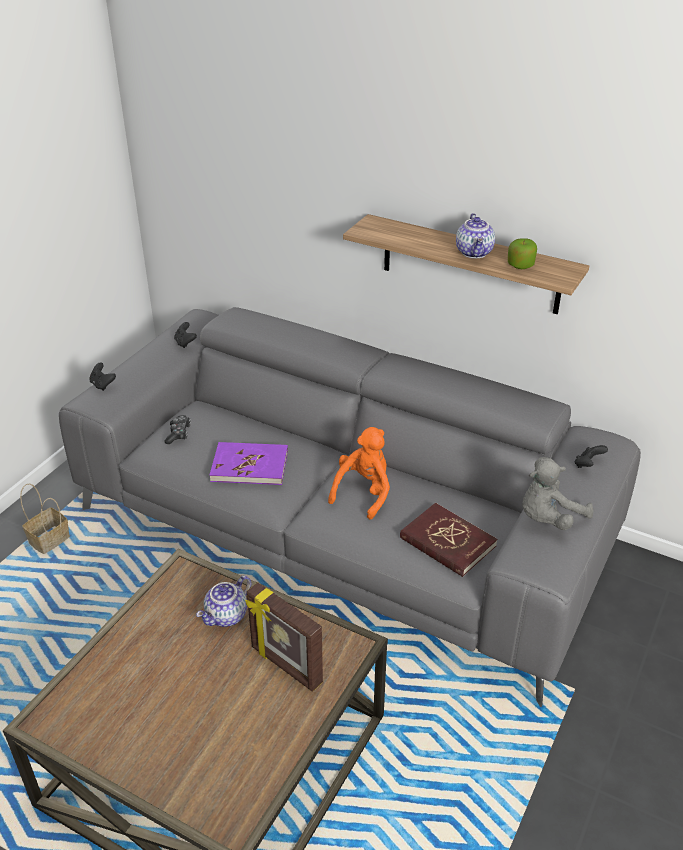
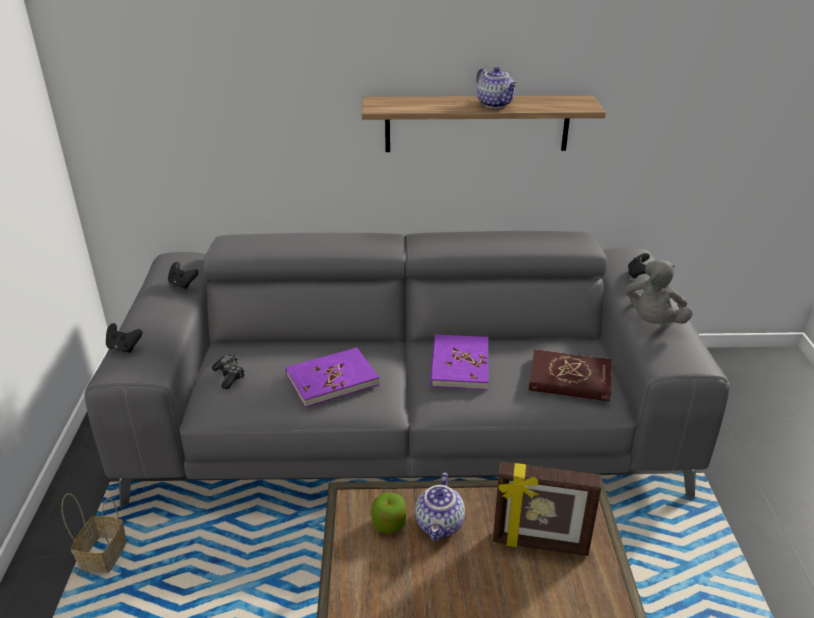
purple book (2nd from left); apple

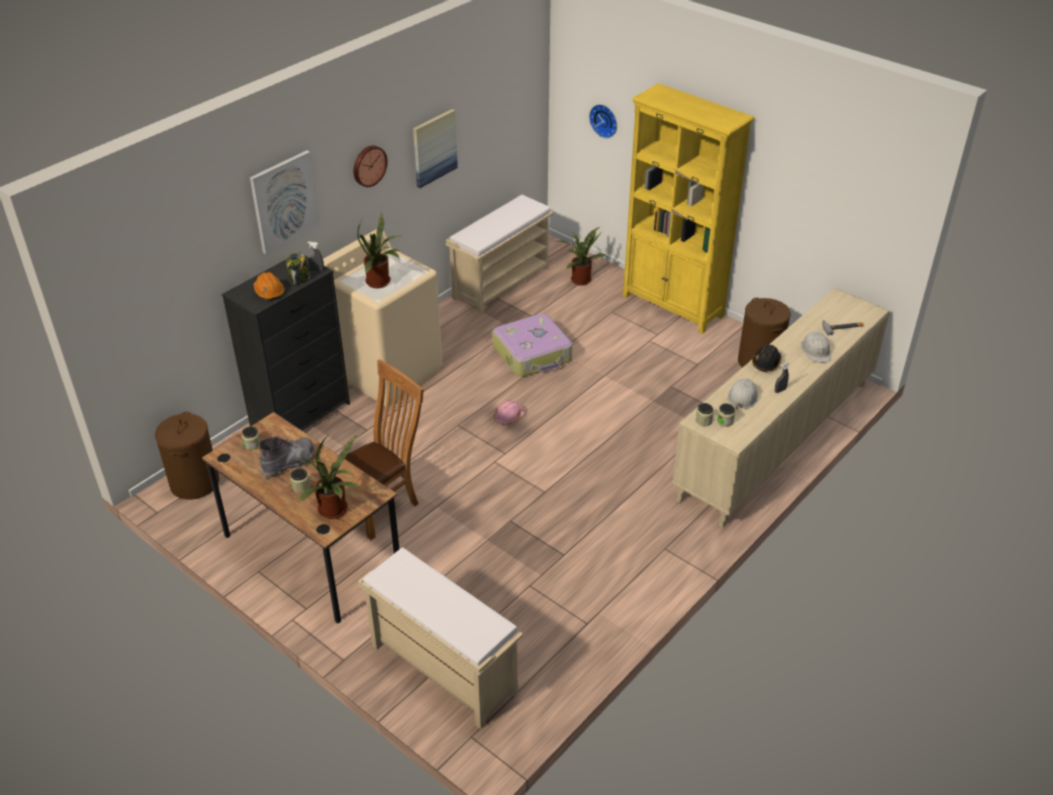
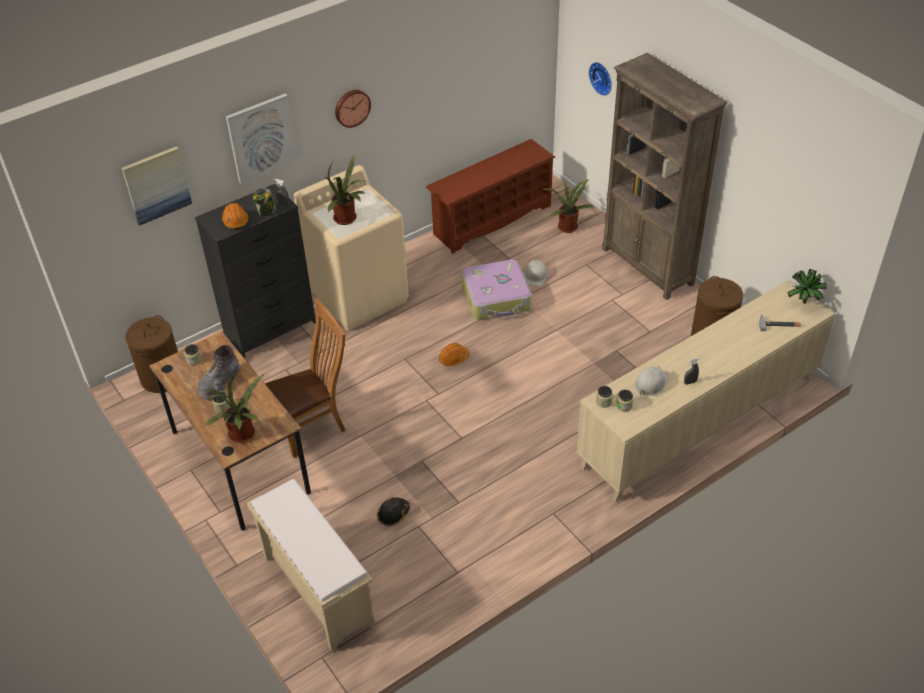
grey boot; picture (1st from left); brown shoe rack; orange hard hat (2nd from left); brown bookcase; black hard hat; white hard hat (1st from left); potted plant (4th from left)

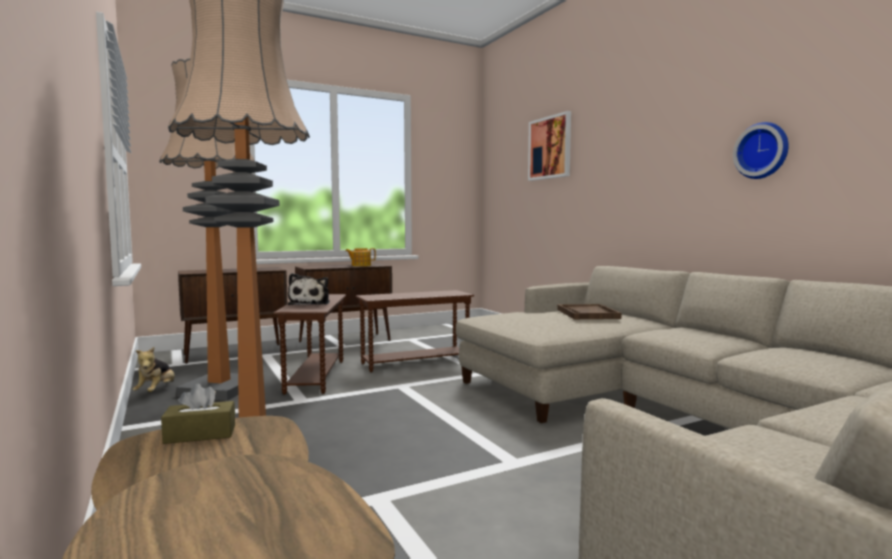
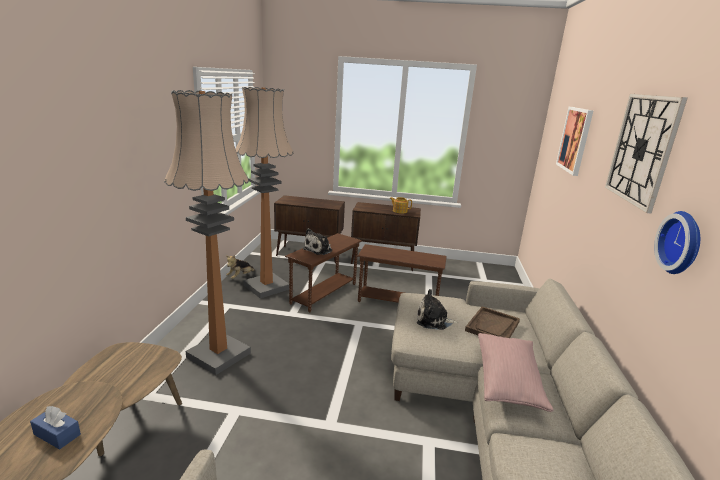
brown tissue box; blue tissue box; plush toy (3rd from left); pink pillow; wall clock (1st from left)

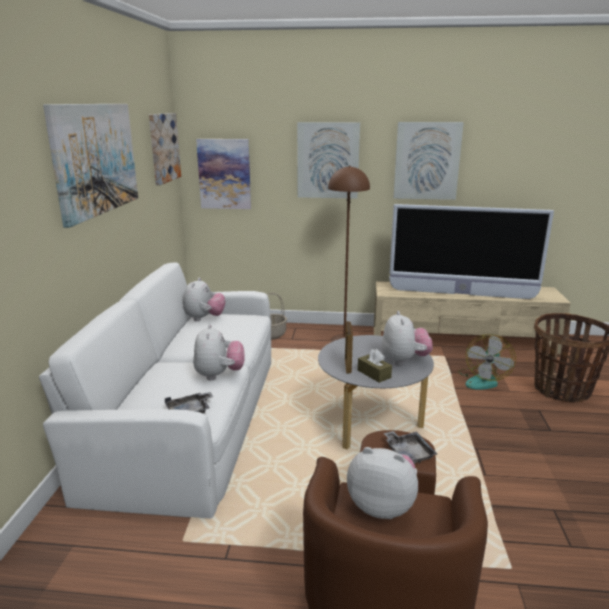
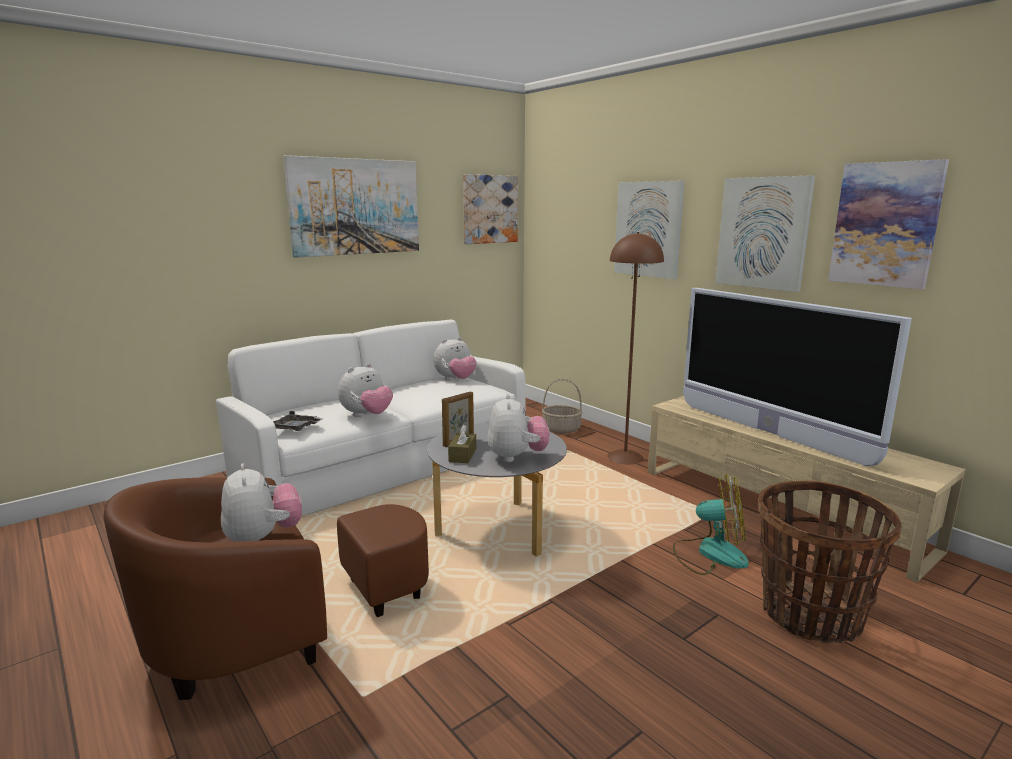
picture (5th from left); plush toy (4th from left); grey tray (2nd from left in the first image); fan

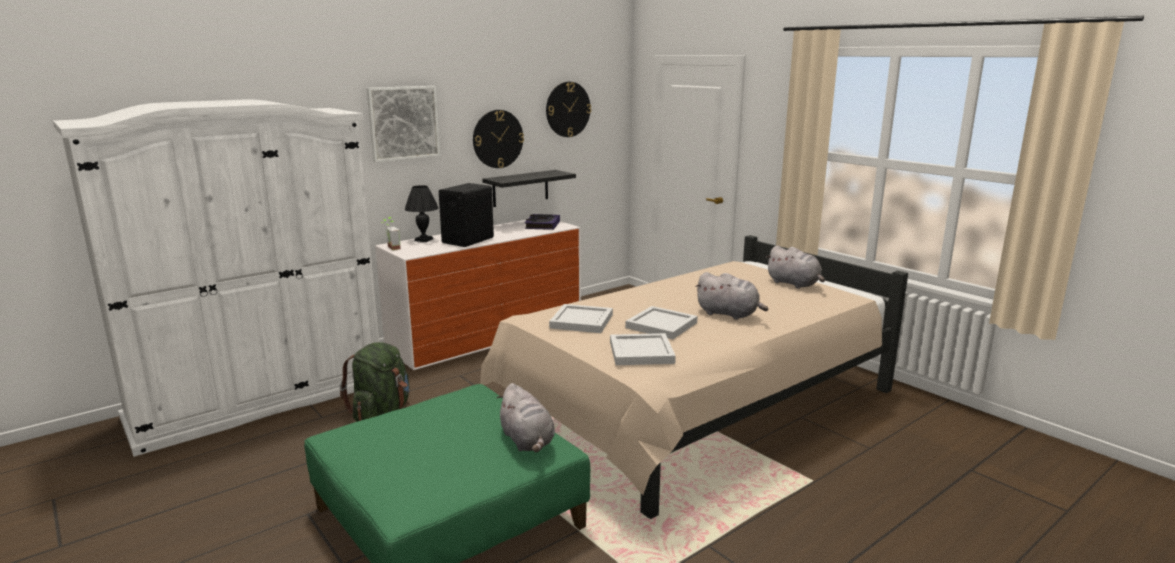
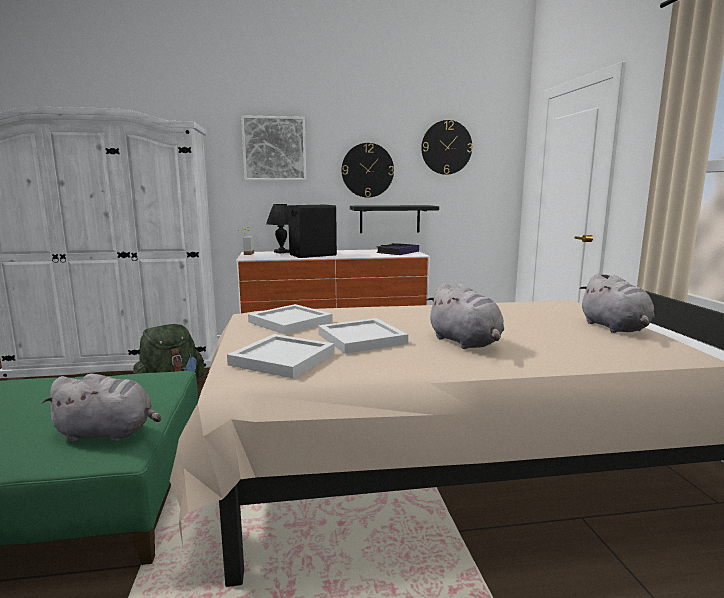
grey plush toy (1st from left)

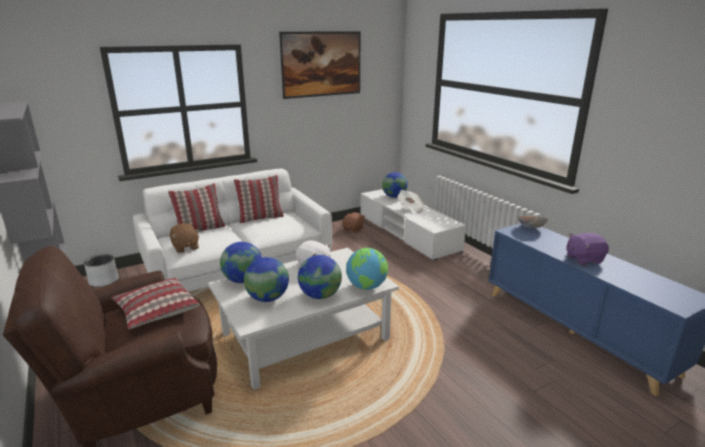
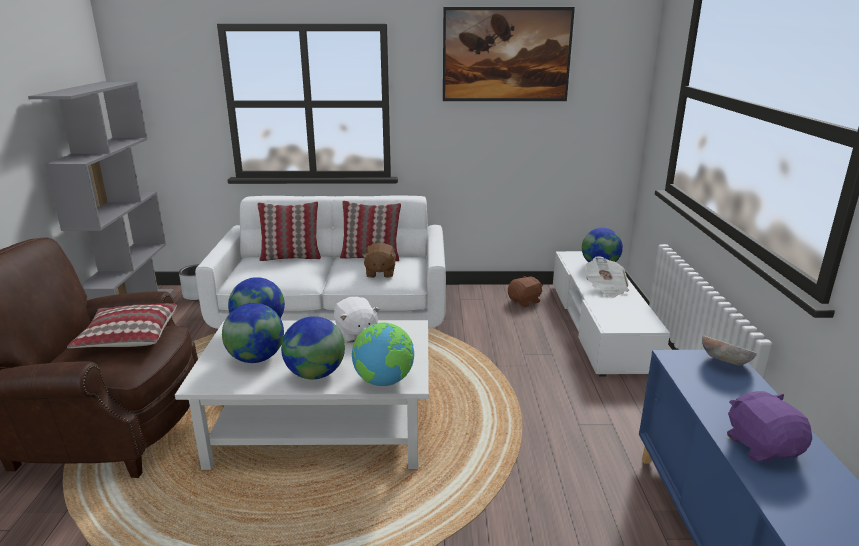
brown plush toy (1st from left); purple plush toy

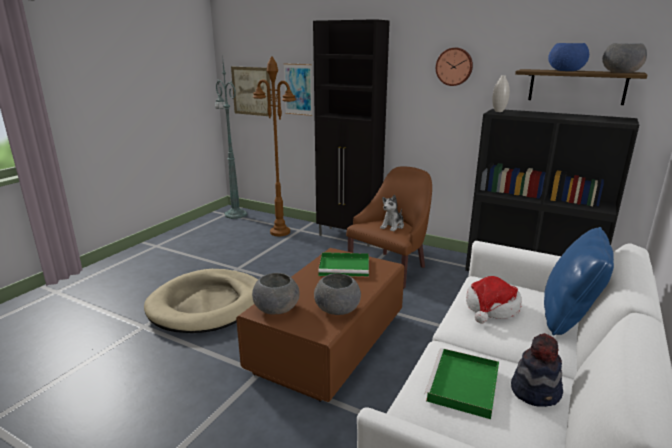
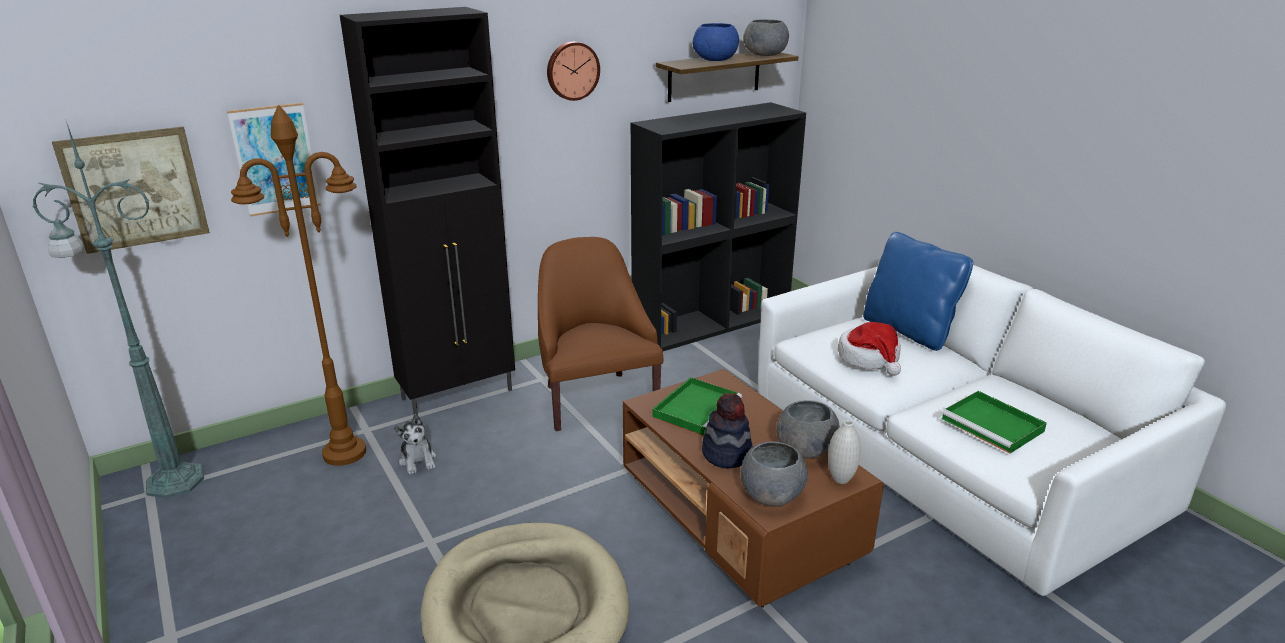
plush toy; white vase; hat (1st from left)

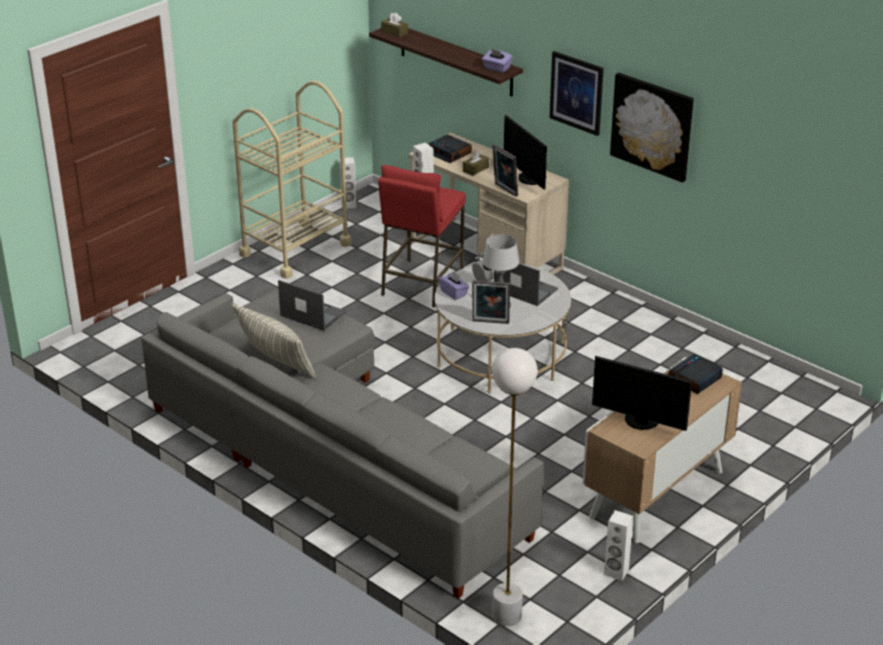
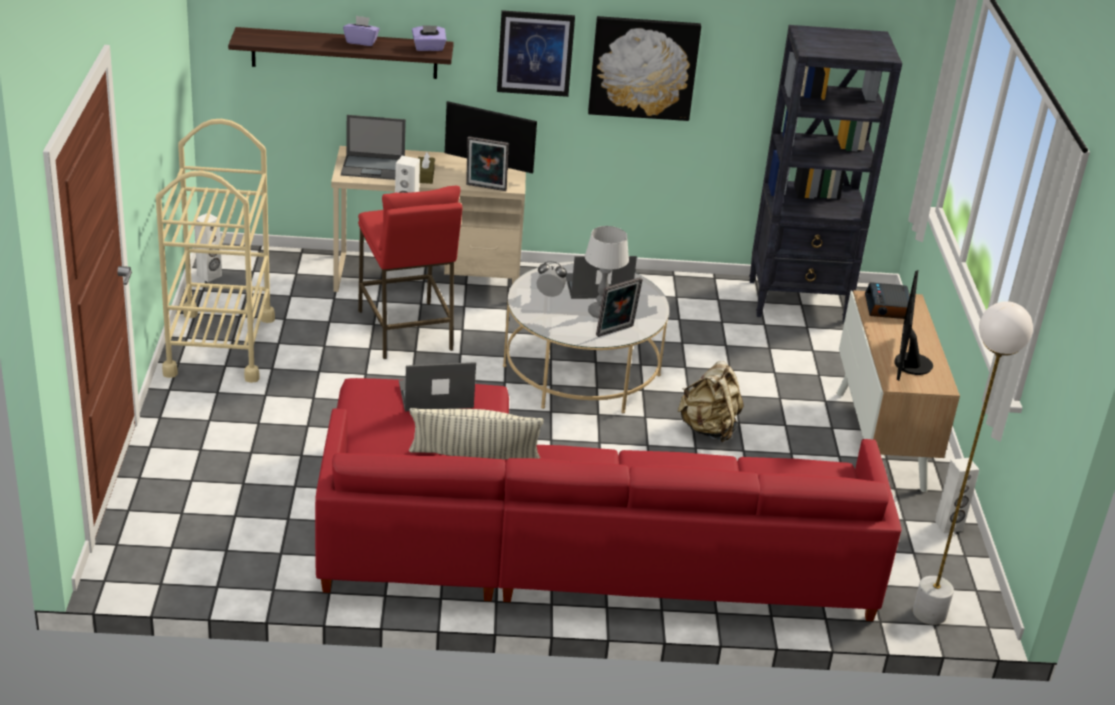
red sofa; brown tissue box (1st from left in the first image); laptop (1st from left); purple tissue box (1st from left); monitor (2nd from left); beige backpack; black bookcase

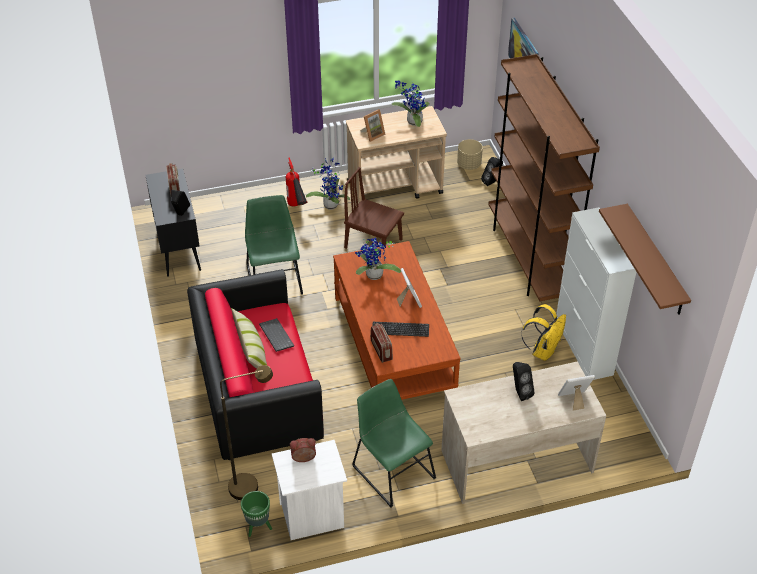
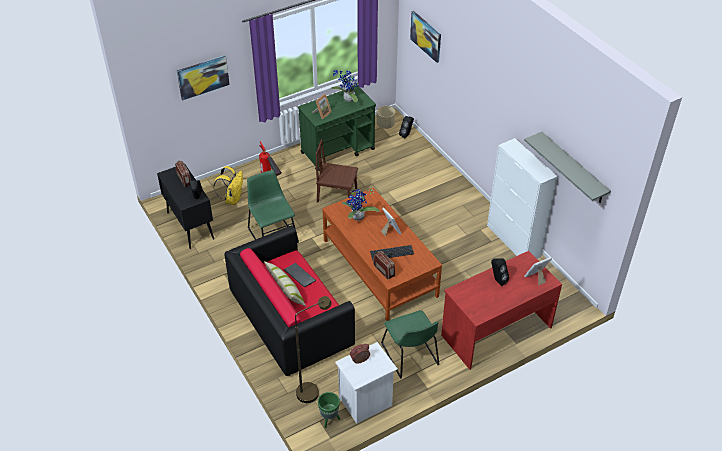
potted plant (1st from left in the first image); green cart; green chair (2nd from left); red desk; brown bookcase; yellow backpack; grey shelf; picture (1st from left)

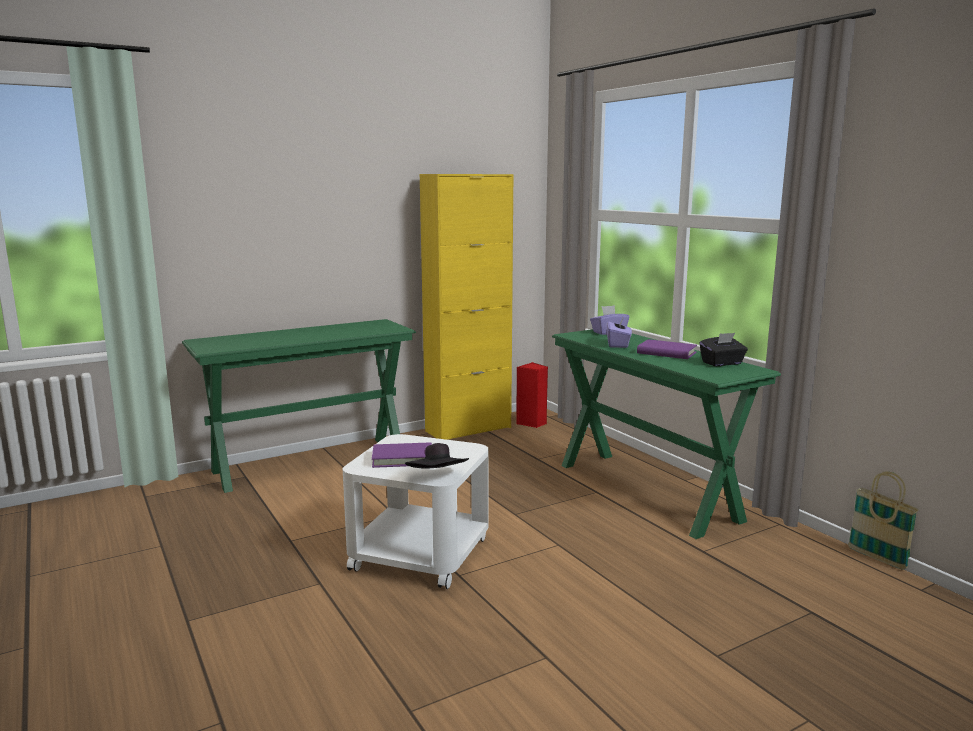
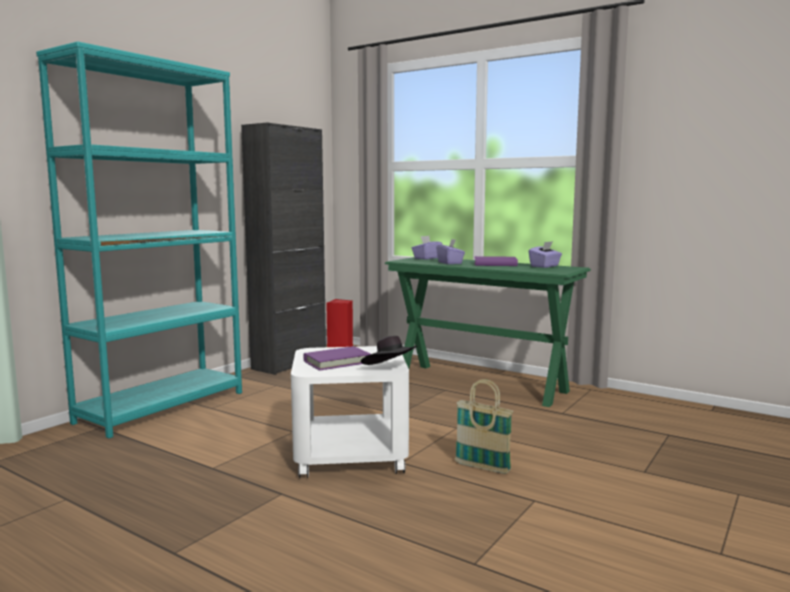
turquoise bookcase; black cabinet; purple tissue box (3rd from left); basket

